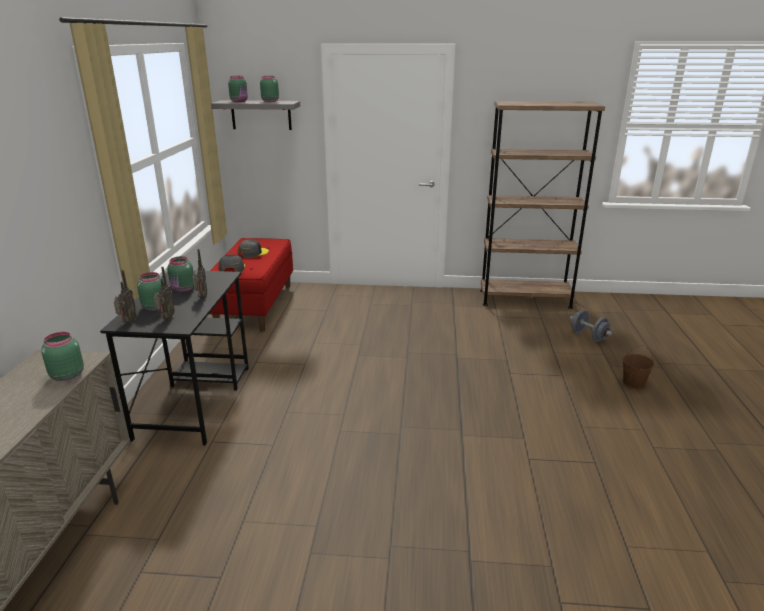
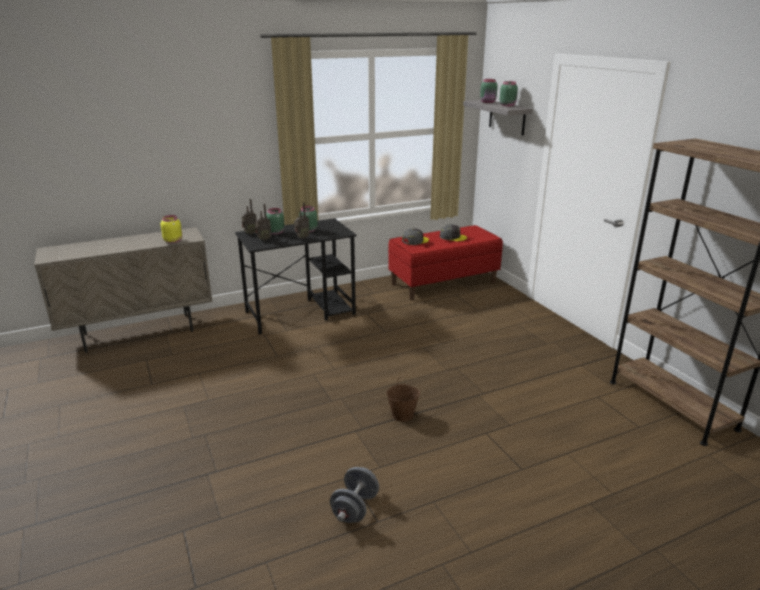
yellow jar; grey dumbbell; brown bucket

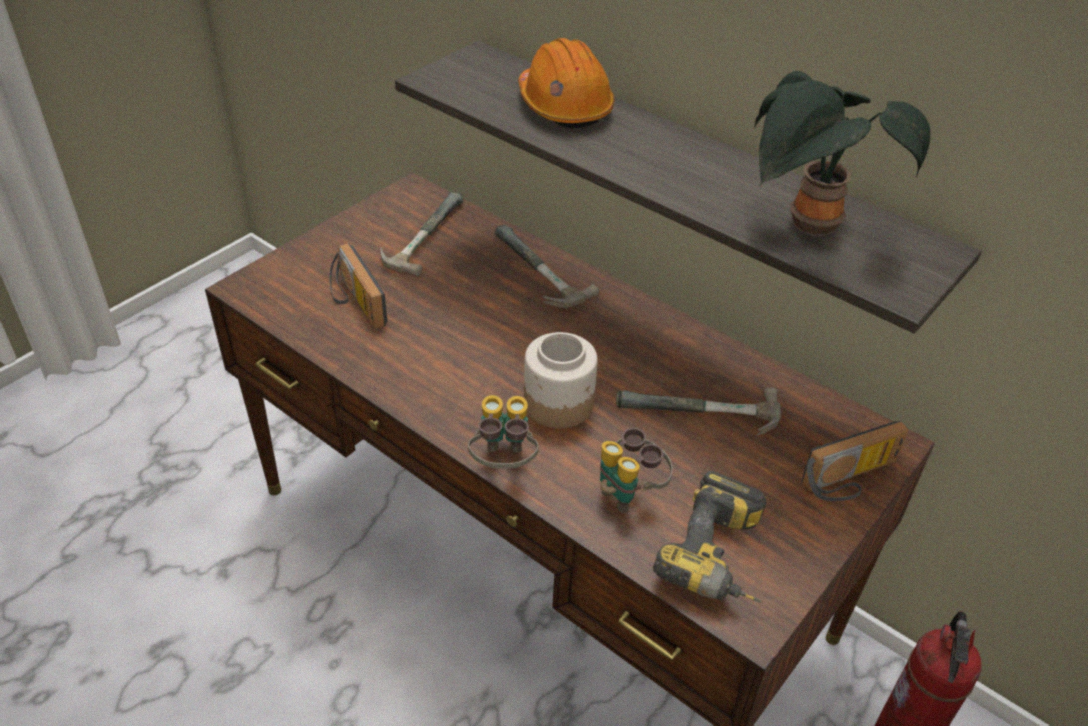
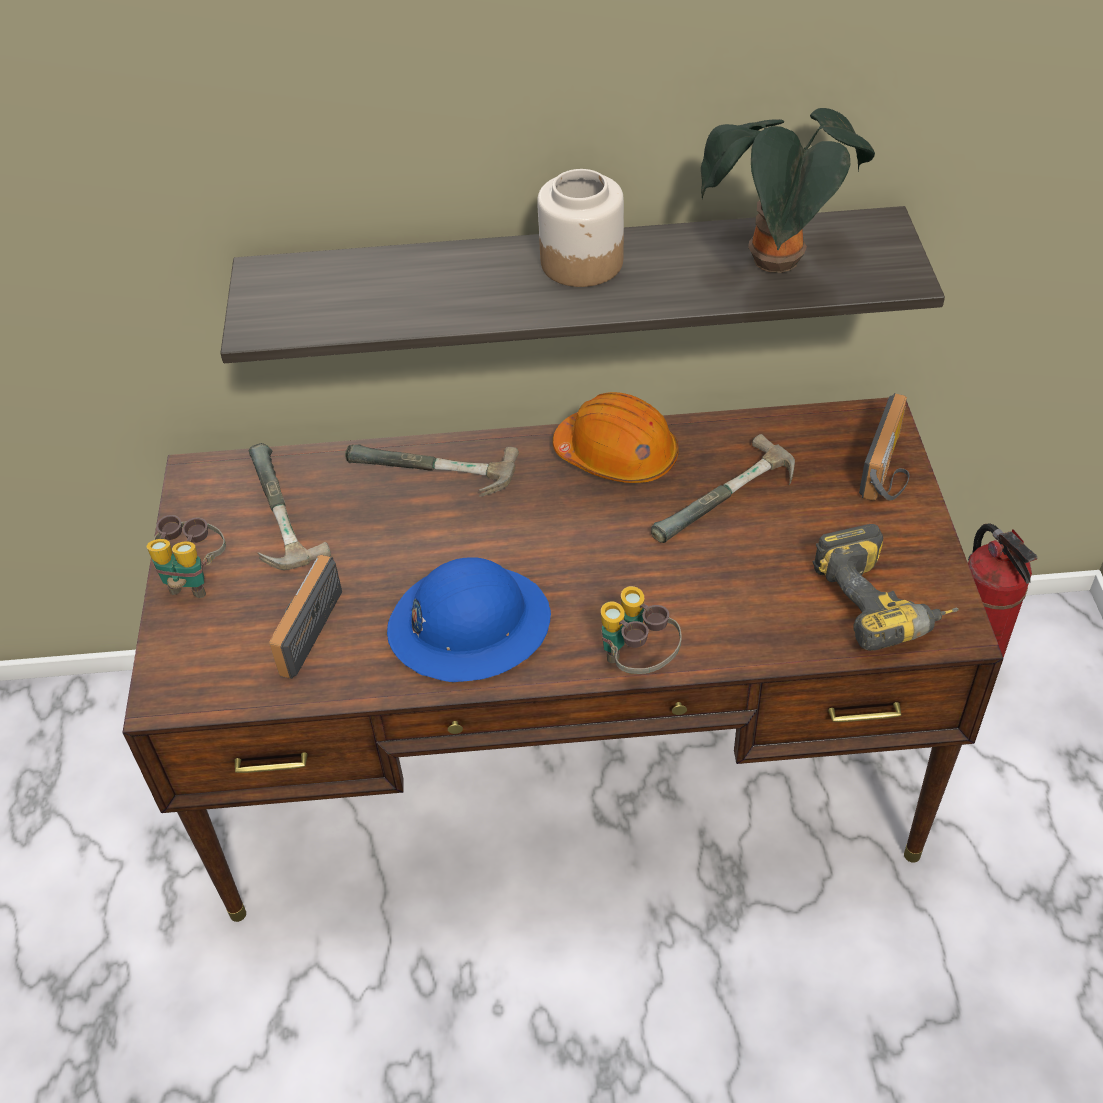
radio (1st from left); orange hard hat; jar; binoculars (1st from left); blue hard hat

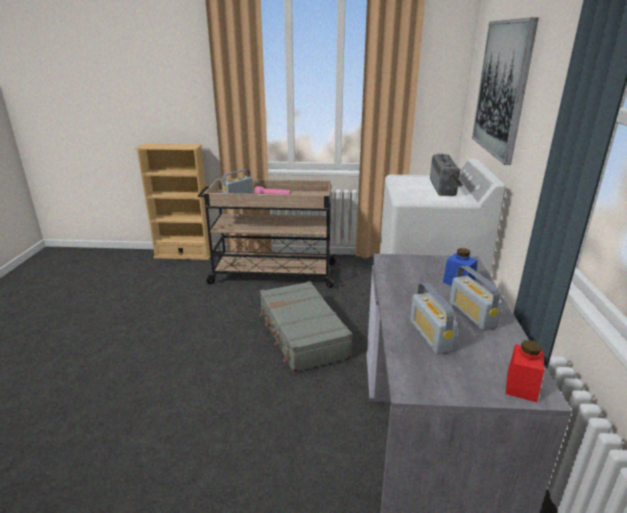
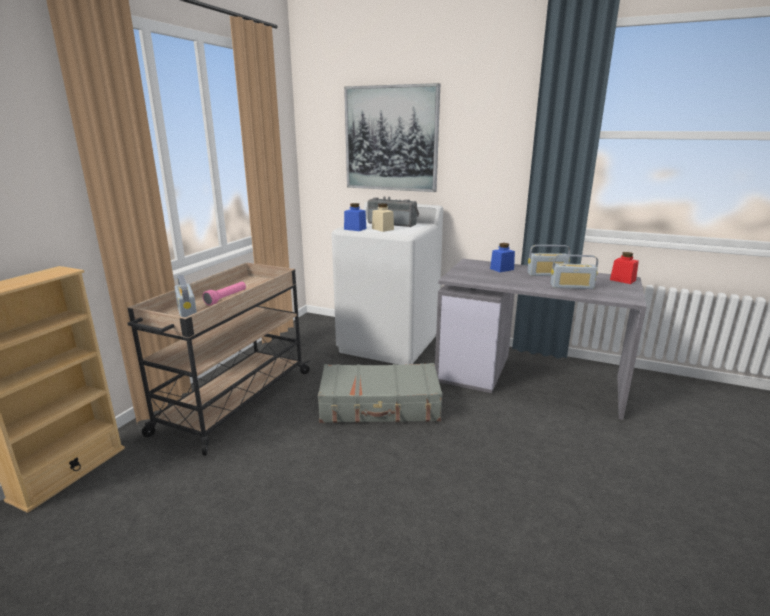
blue jar (1st from left); beige jar

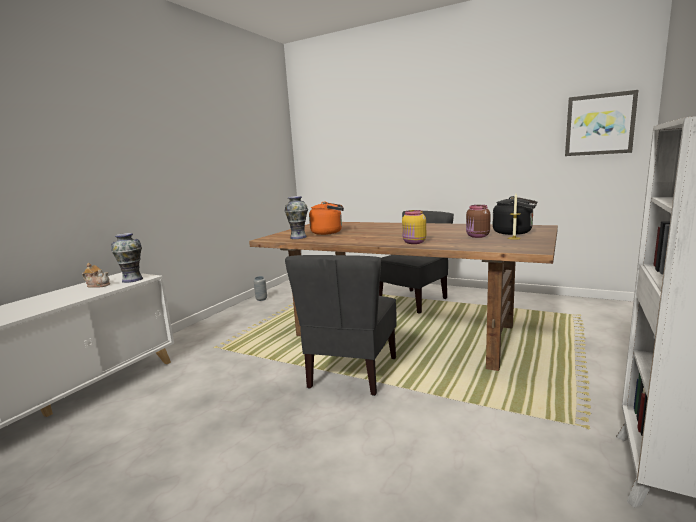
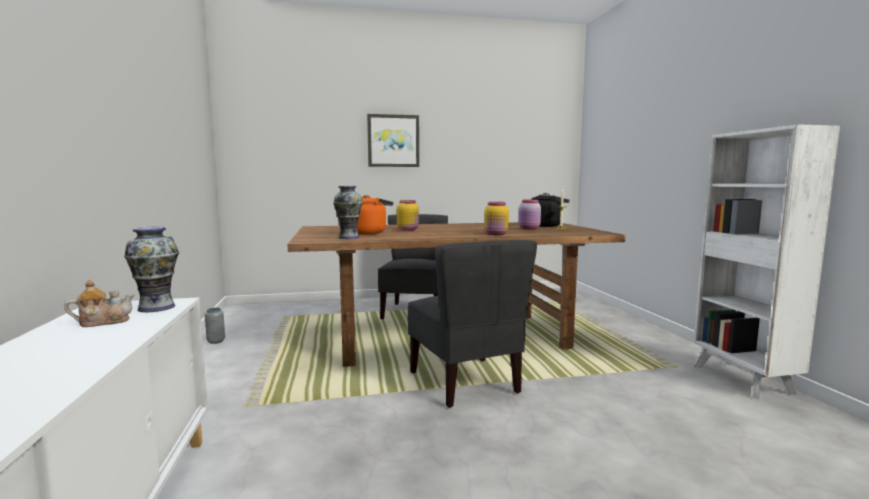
pink jar; picture; yellow jar (1st from left)

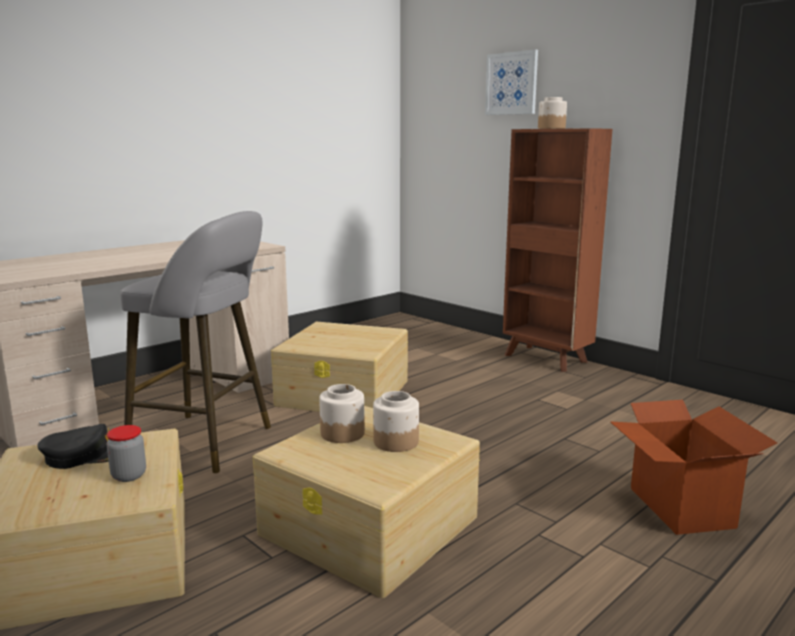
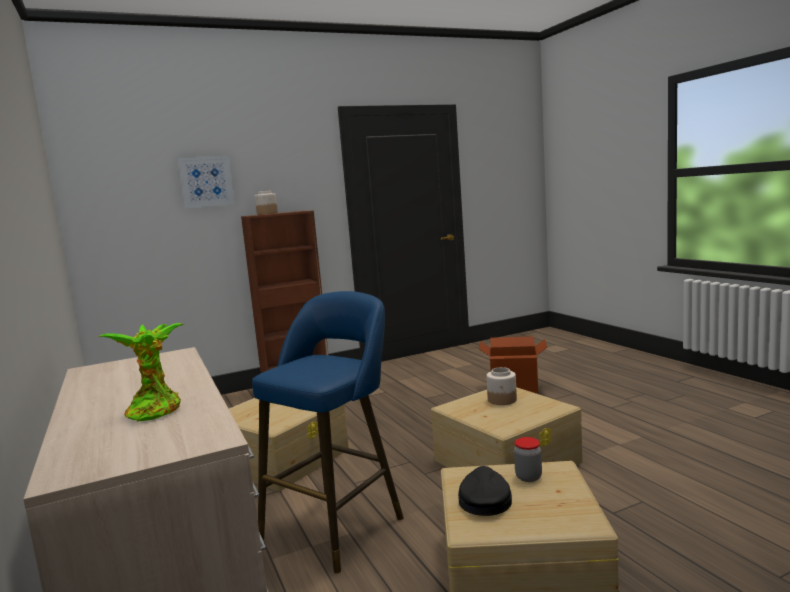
blue stool; jar (2nd from left in the first image); potted plant

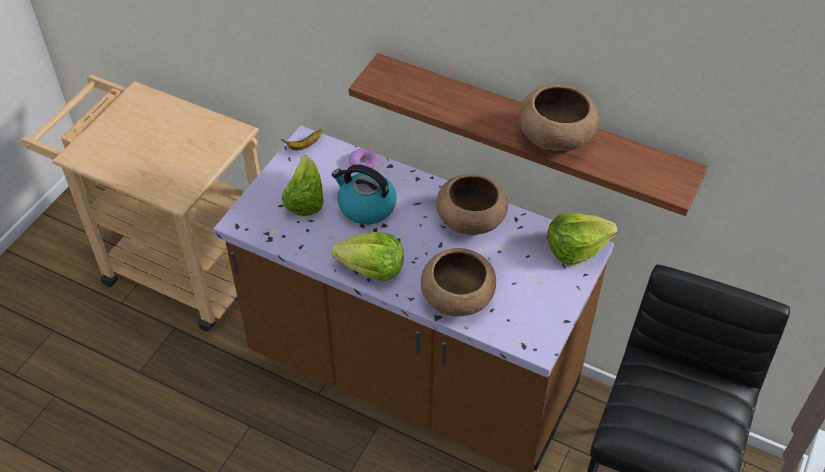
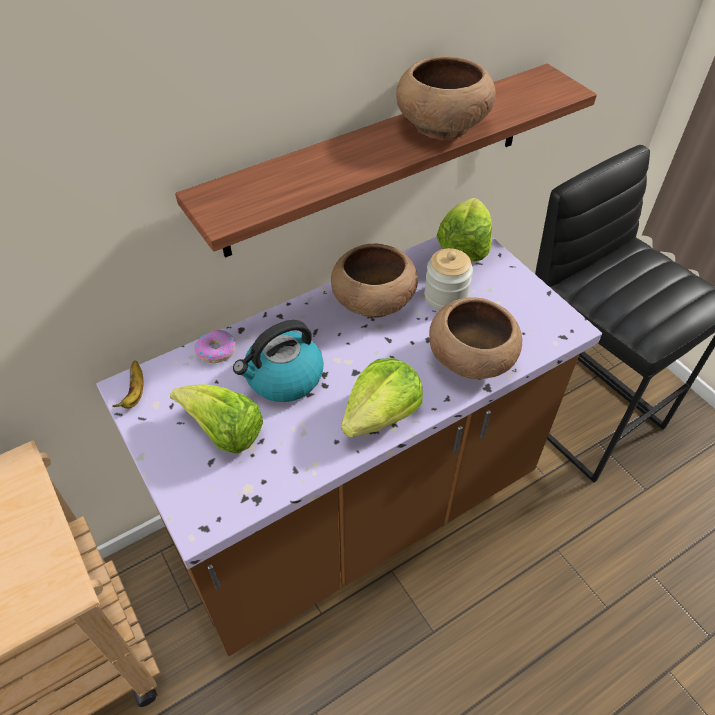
jar

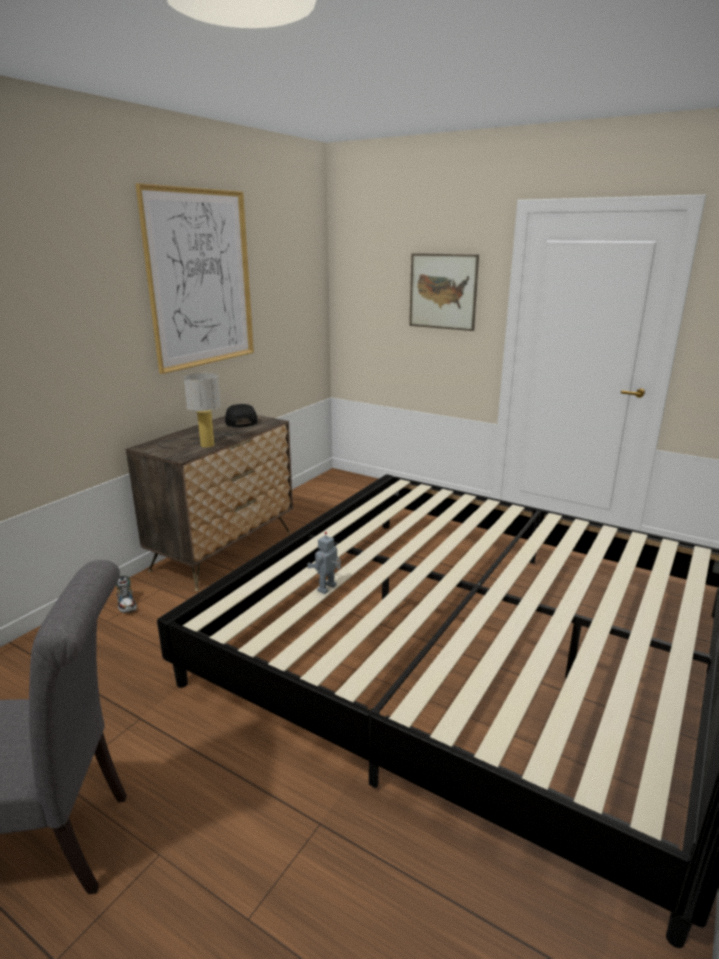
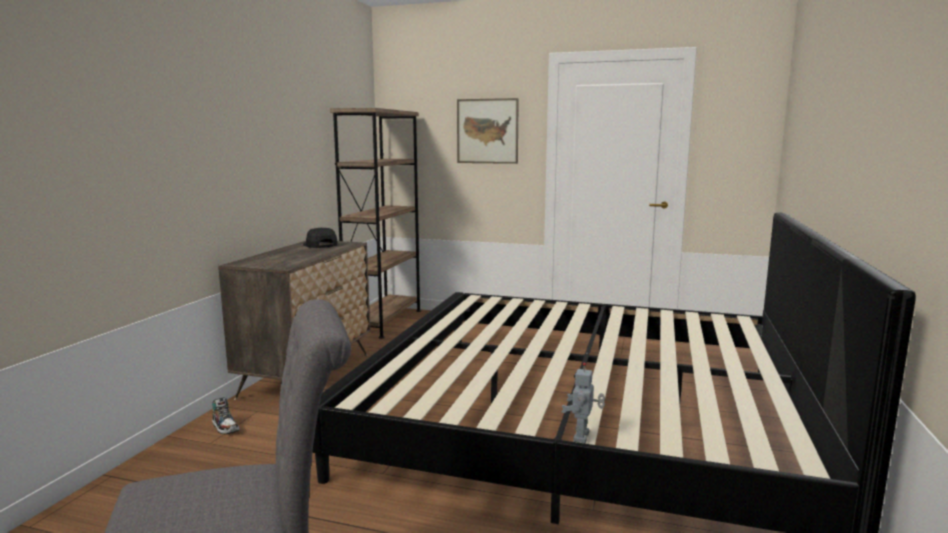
picture (1st from left in the first image); table lamp; toy robot; brown bookcase

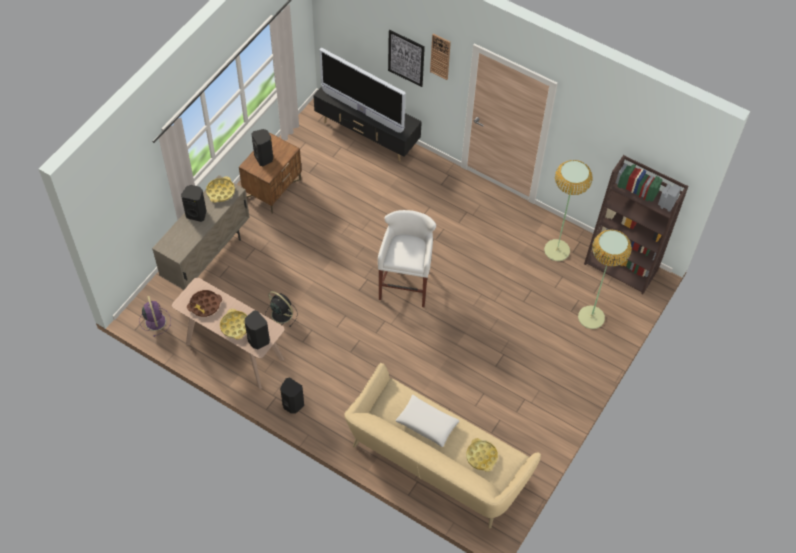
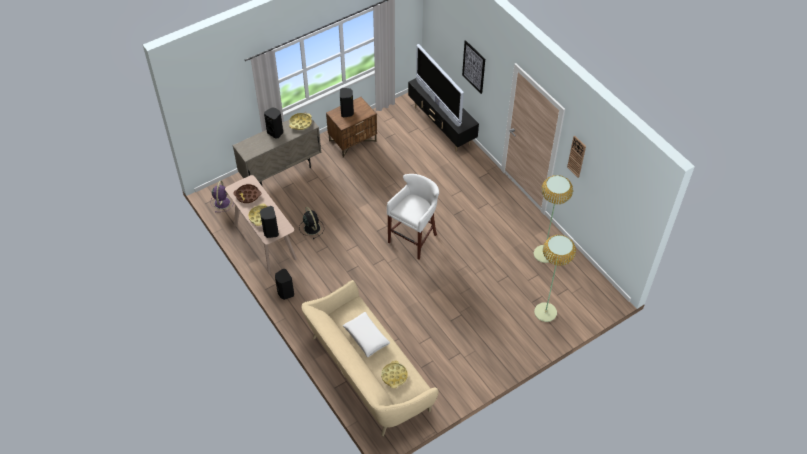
wall clock; brown bookcase

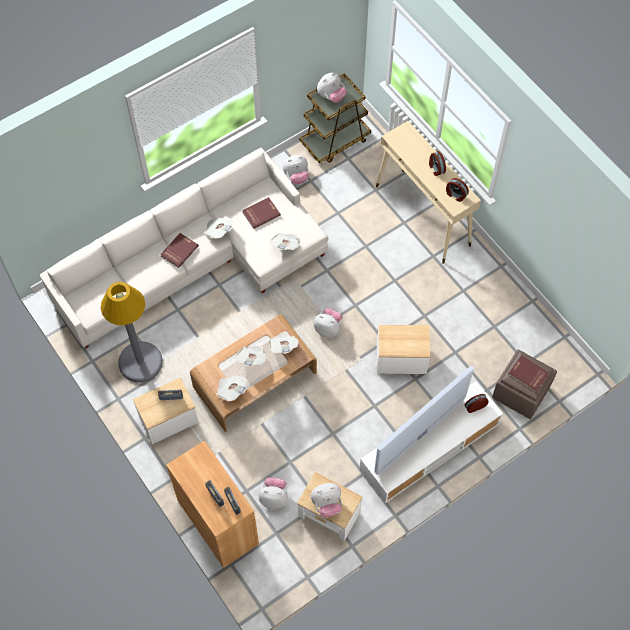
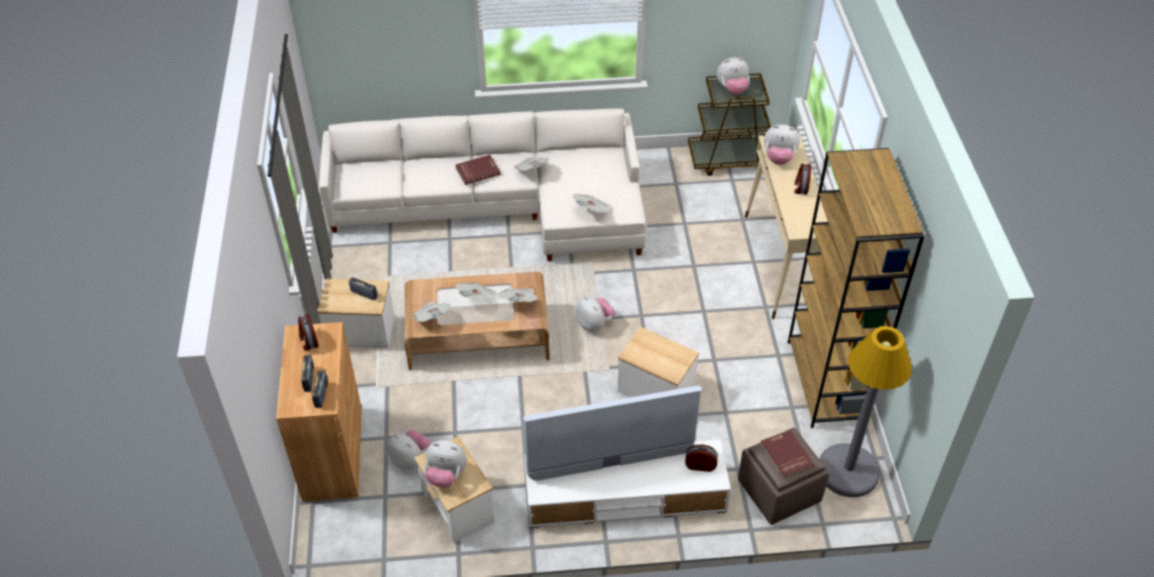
grey floor lamp; red book (2nd from left in the first image); plush toy (5th from left); alarm clock (1st from left); brown bookcase

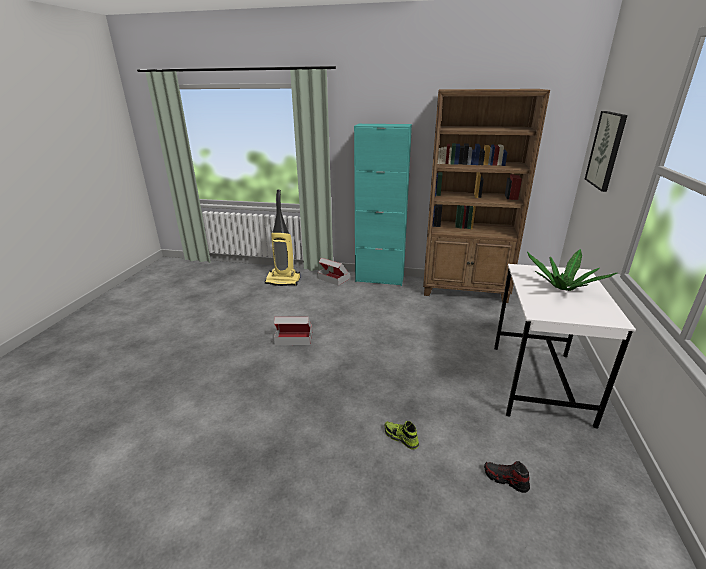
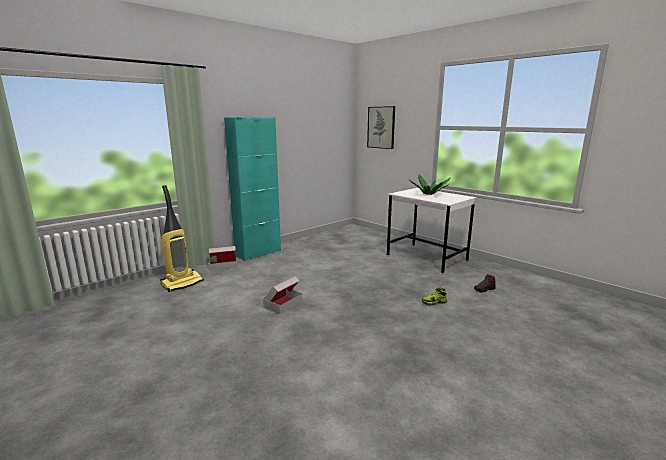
brown bookcase

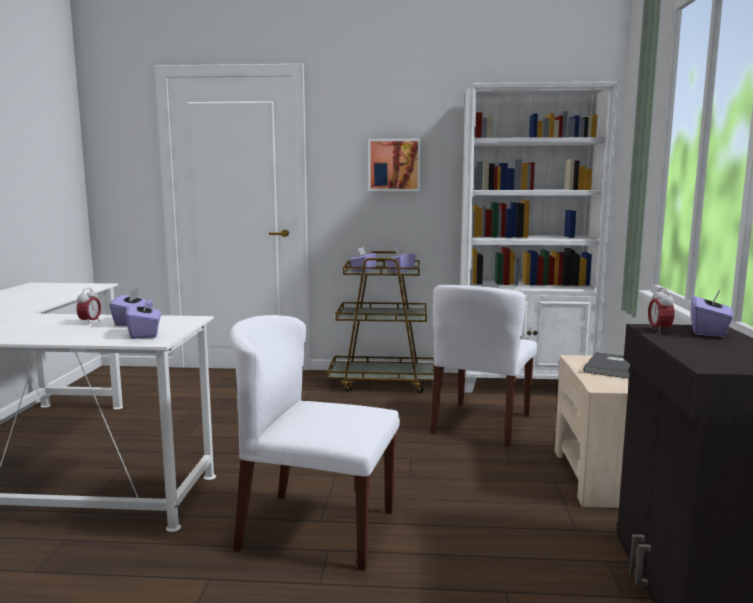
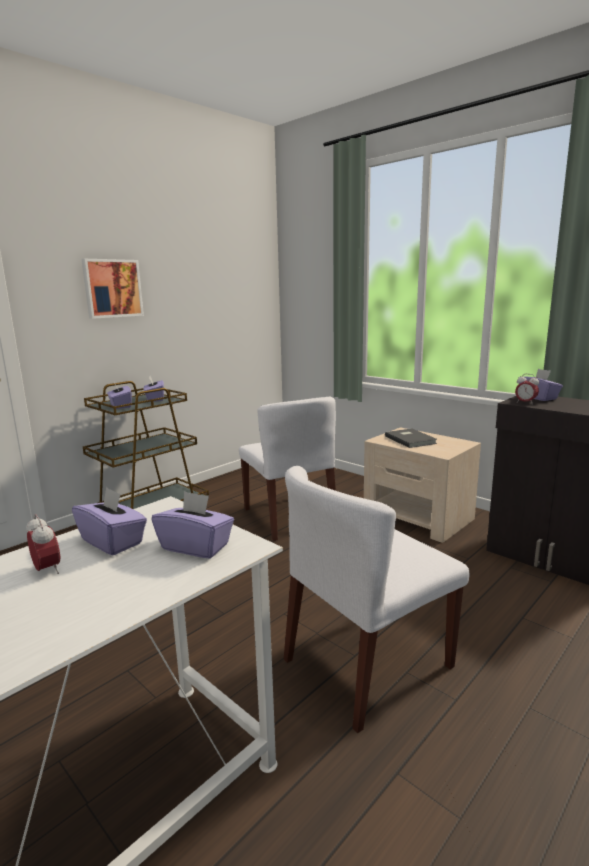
white bookcase

